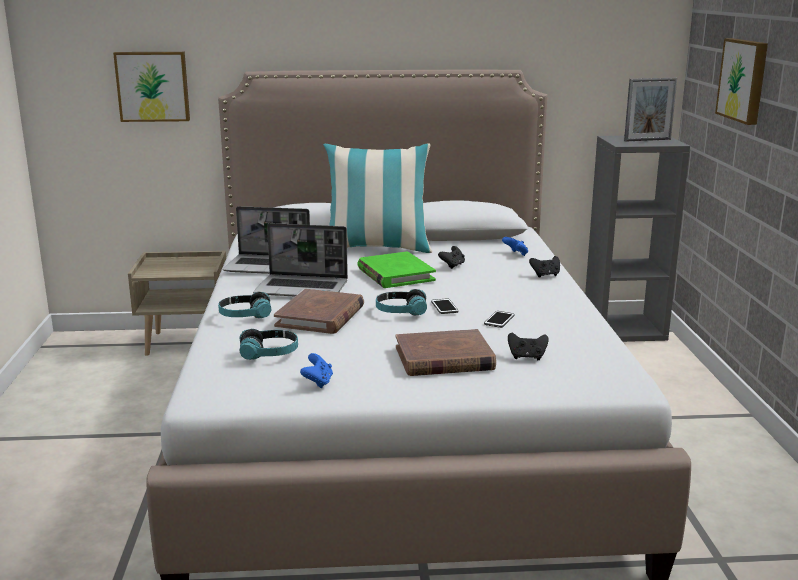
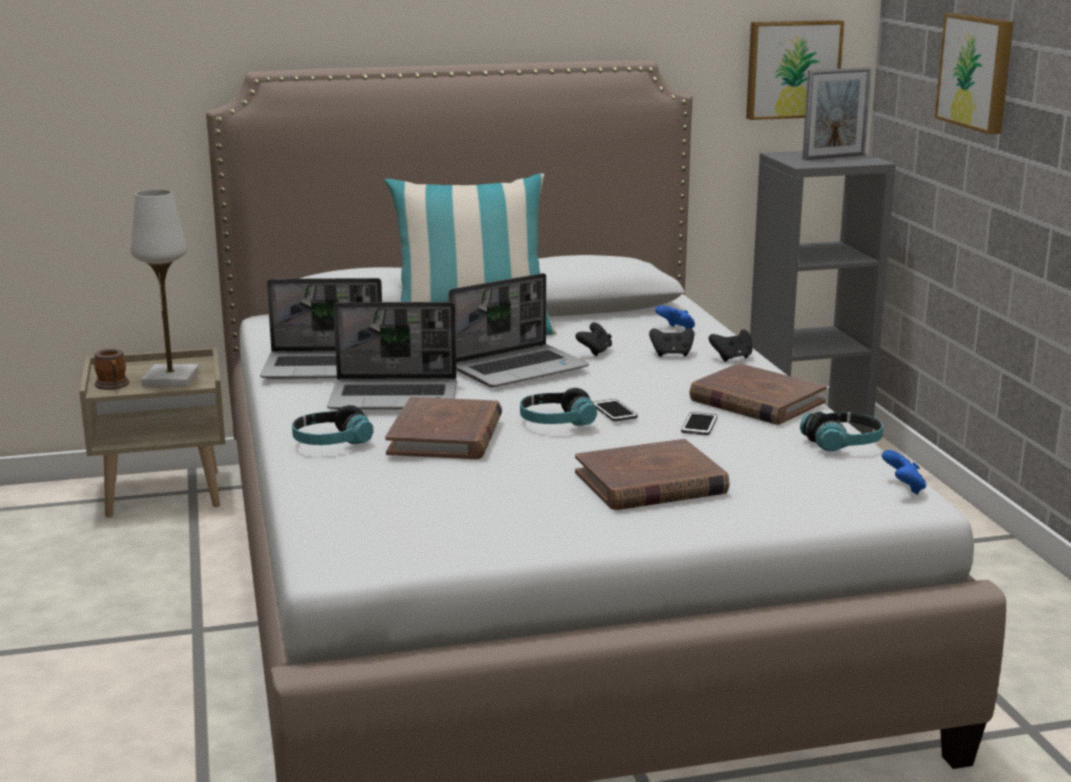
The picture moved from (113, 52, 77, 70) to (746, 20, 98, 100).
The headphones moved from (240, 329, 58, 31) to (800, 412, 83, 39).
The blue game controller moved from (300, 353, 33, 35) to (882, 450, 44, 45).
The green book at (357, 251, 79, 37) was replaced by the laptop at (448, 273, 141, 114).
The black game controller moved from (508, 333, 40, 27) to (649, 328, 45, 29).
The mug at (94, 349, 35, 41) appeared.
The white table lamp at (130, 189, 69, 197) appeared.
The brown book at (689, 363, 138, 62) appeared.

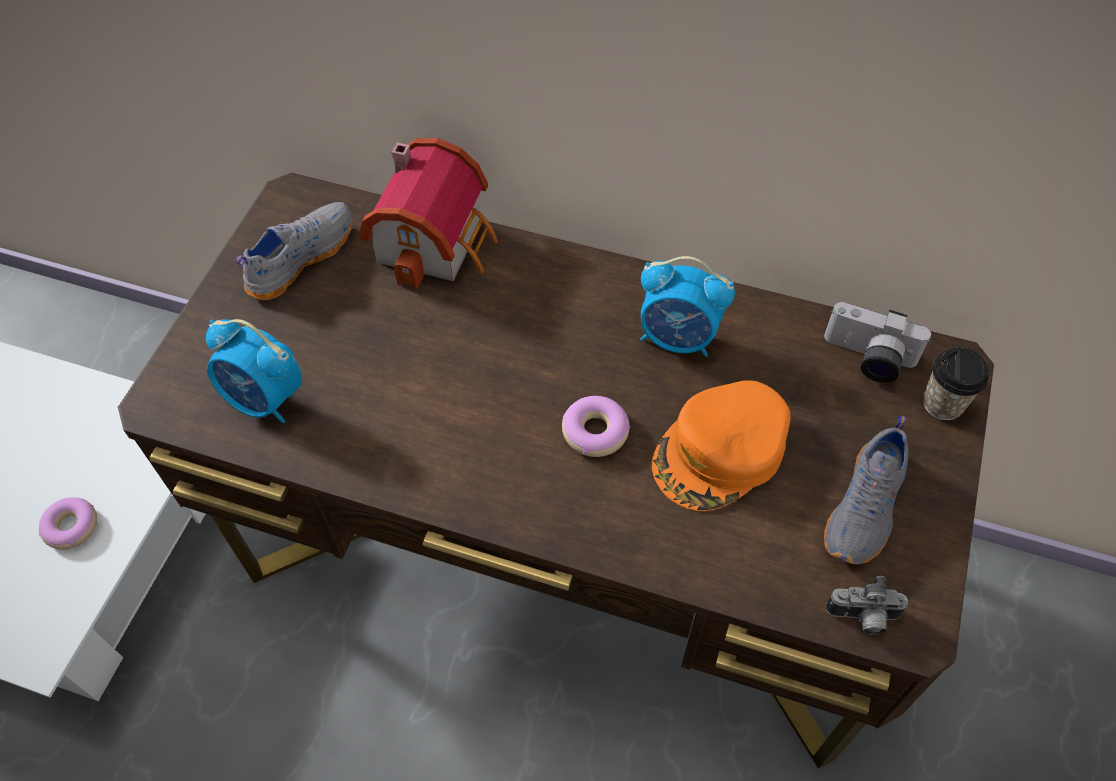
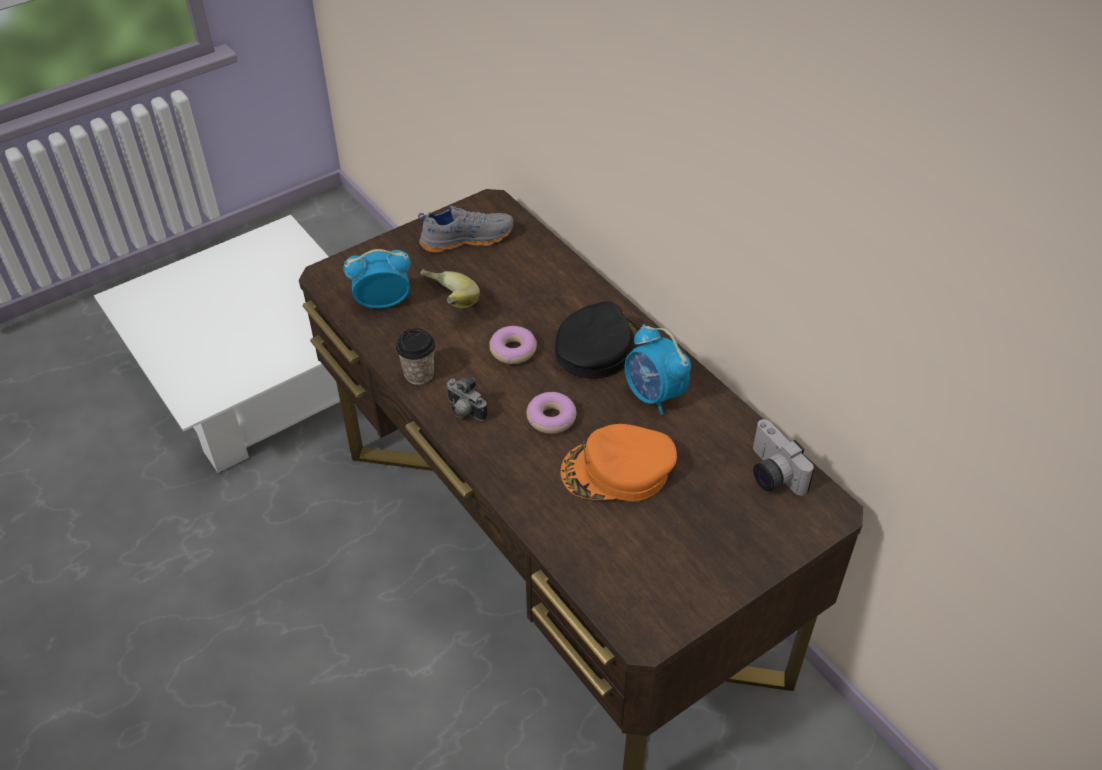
The donut moved from (39, 497, 58, 53) to (489, 326, 48, 38).
The alarm clock at (206, 319, 96, 104) turned 105 degrees clockwise.
The toy house at (358, 138, 140, 152) disappeared.
The grey shoe at (824, 415, 84, 149) disappeared.
The photo camera moved from (825, 576, 83, 59) to (446, 377, 42, 44).
The cup moved from (923, 348, 66, 72) to (396, 329, 39, 56).
The banana at (420, 269, 60, 39) appeared.
The black cap at (555, 301, 84, 77) appeared.

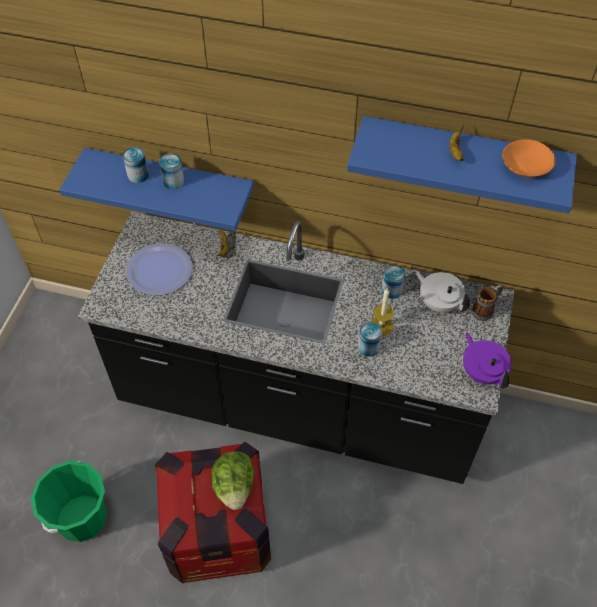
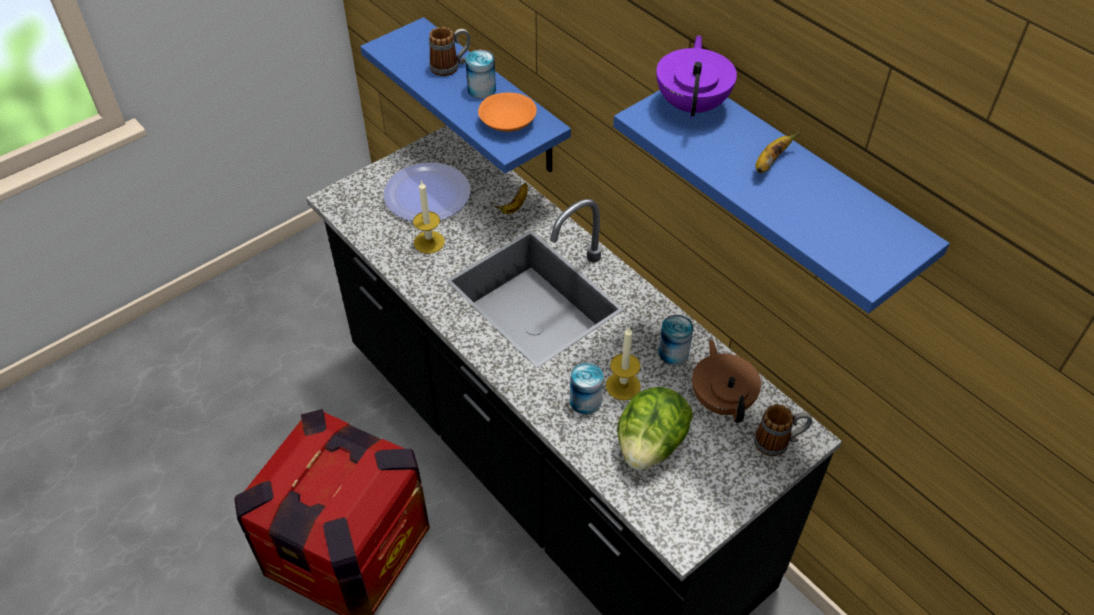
The green bucket at (31, 461, 76, 81) disappeared.
The can at (123, 147, 26, 36) was replaced by the mug at (429, 27, 42, 49).
The lettuce moved from (211, 451, 44, 59) to (617, 387, 76, 83).
The white teapot at (415, 271, 55, 42) became the brown teapot at (692, 339, 69, 84).
The purple teapot moved from (463, 332, 49, 56) to (656, 35, 81, 82).
The orange bowl moved from (502, 139, 54, 38) to (478, 93, 59, 39).
The candle at (413, 180, 32, 74) appeared.

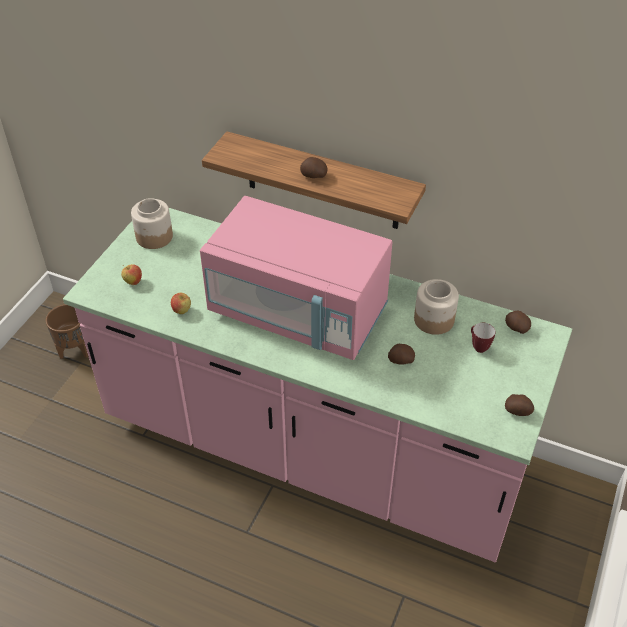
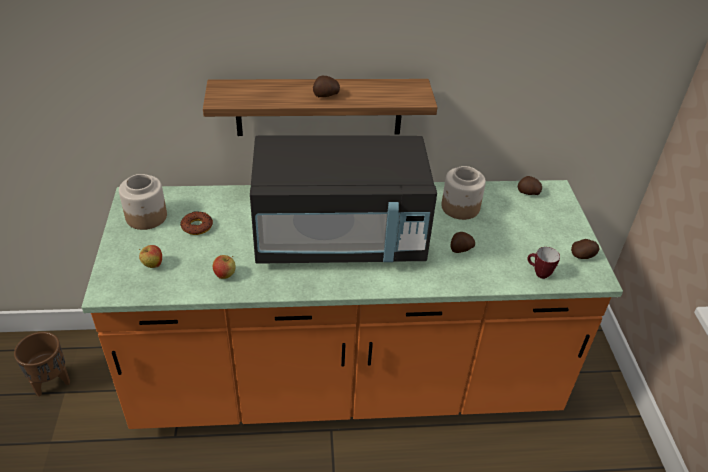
The pink counter at (63, 208, 509, 354) became the orange counter at (82, 180, 541, 249).
The pink microwave at (200, 196, 192, 164) became the black microwave at (250, 136, 187, 128).
The mug moved from (471, 323, 24, 30) to (528, 247, 32, 32).
The donut at (180, 211, 33, 24) appeared.

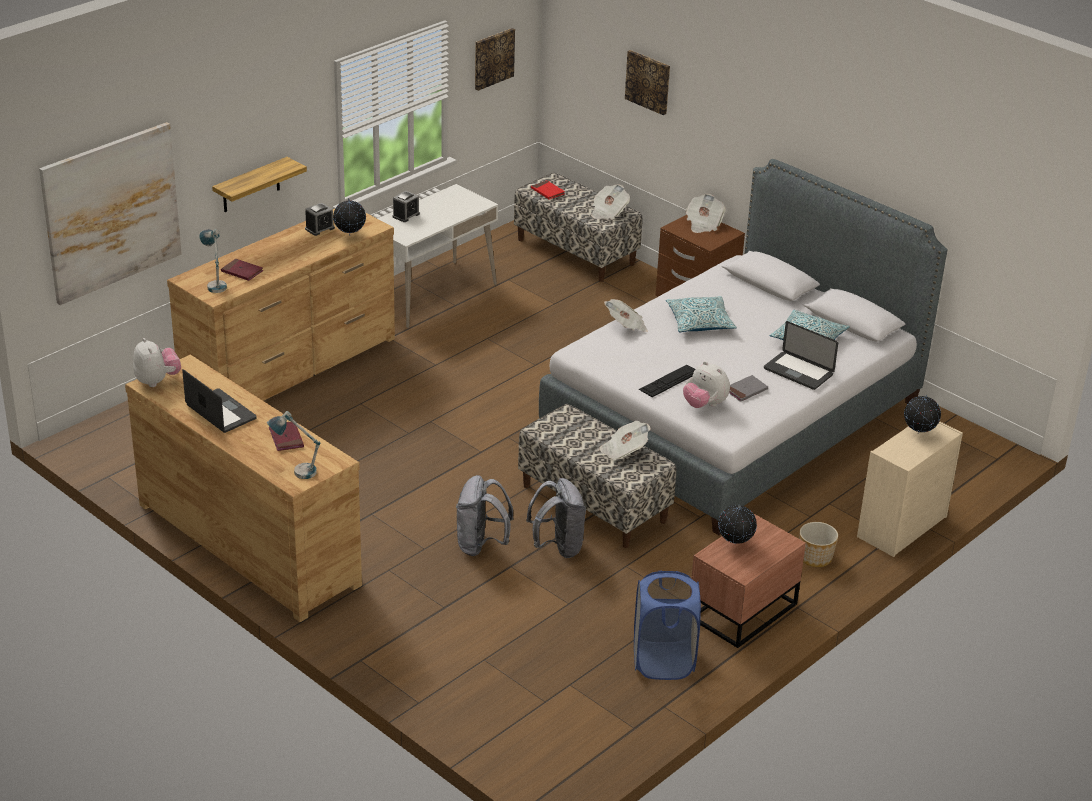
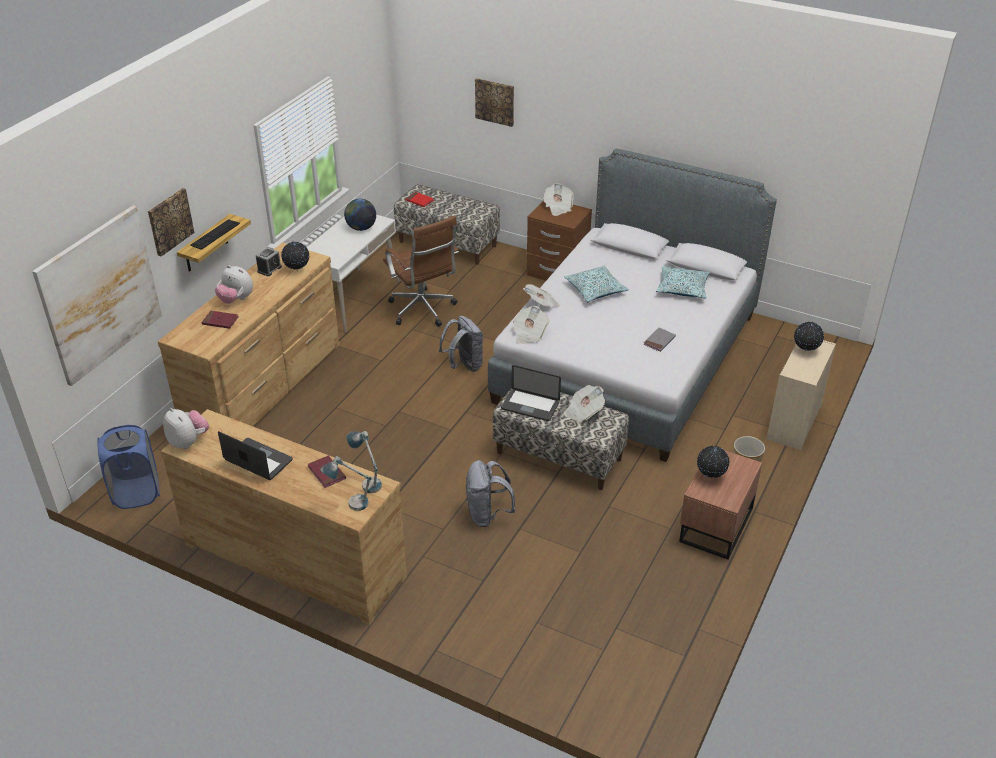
The table lamp moved from (200, 229, 27, 64) to (347, 431, 35, 62).
The alarm clock at (393, 191, 27, 31) disappeared.
The picture moved from (475, 28, 40, 63) to (148, 188, 46, 69).
The grey backpack moved from (526, 478, 60, 80) to (439, 316, 45, 56).
The newspaper moved from (591, 184, 39, 36) to (513, 306, 36, 38).
The blue laundry basket moved from (634, 571, 67, 109) to (97, 425, 63, 84).
The keyboard moved from (639, 365, 56, 32) to (190, 219, 50, 31).
The plush toy moved from (683, 361, 47, 47) to (215, 265, 38, 39).
The laptop moved from (764, 321, 74, 69) to (501, 365, 60, 56).
The globe at (344, 199, 32, 32) appeared.
The brown office chair at (383, 216, 76, 111) appeared.

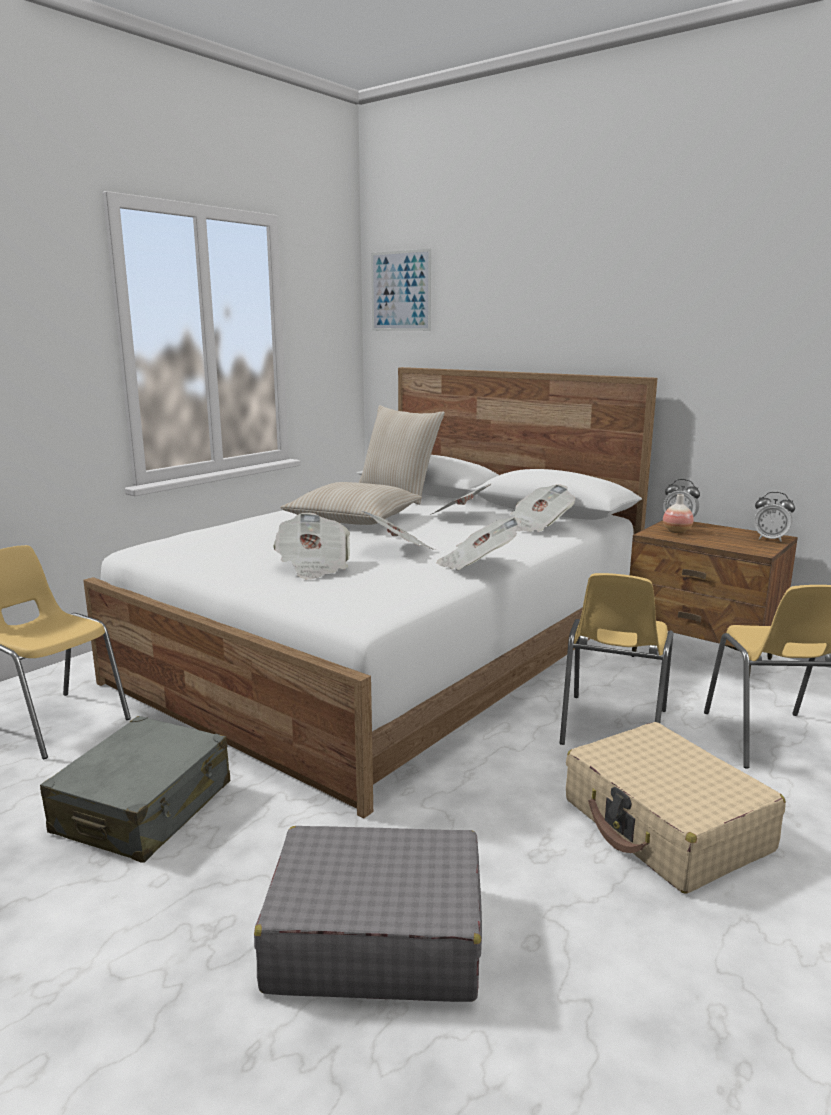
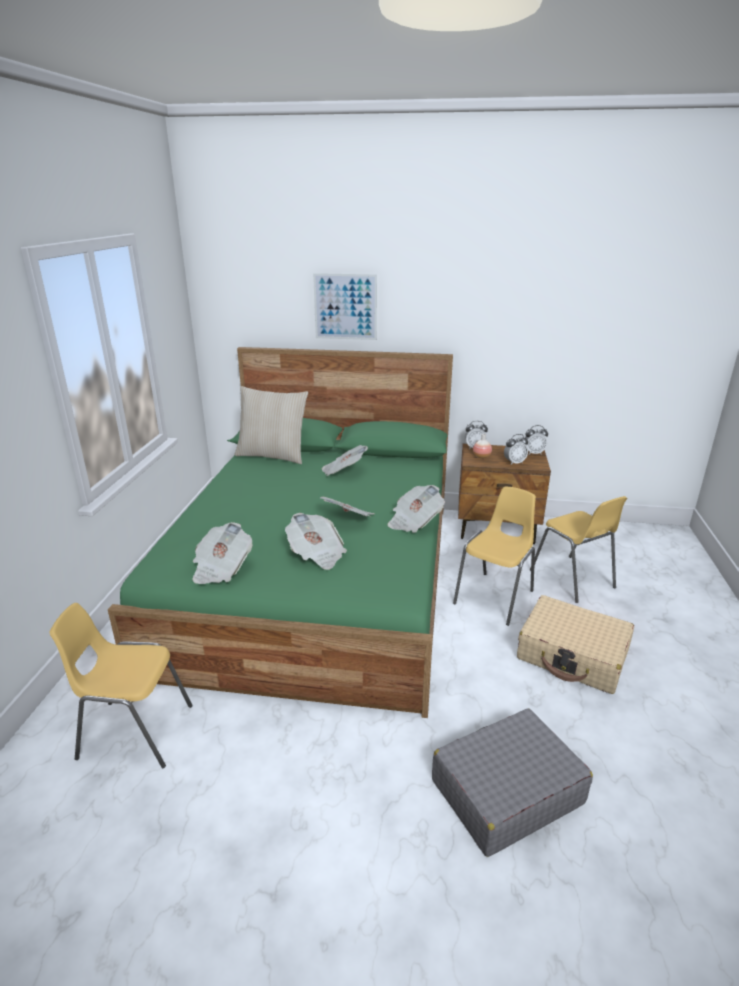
The grey suitcase at (40, 716, 190, 147) disappeared.
The white bed at (83, 367, 574, 451) became the green bed at (108, 347, 345, 371).
The beige pillow at (280, 482, 142, 43) disappeared.
The picture moved from (371, 249, 60, 82) to (313, 273, 64, 67).
The newspaper moved from (511, 484, 64, 48) to (192, 522, 60, 62).
The yellow chair at (560, 573, 113, 172) turned 135 degrees counterclockwise.
The alarm clock at (504, 434, 24, 31) appeared.

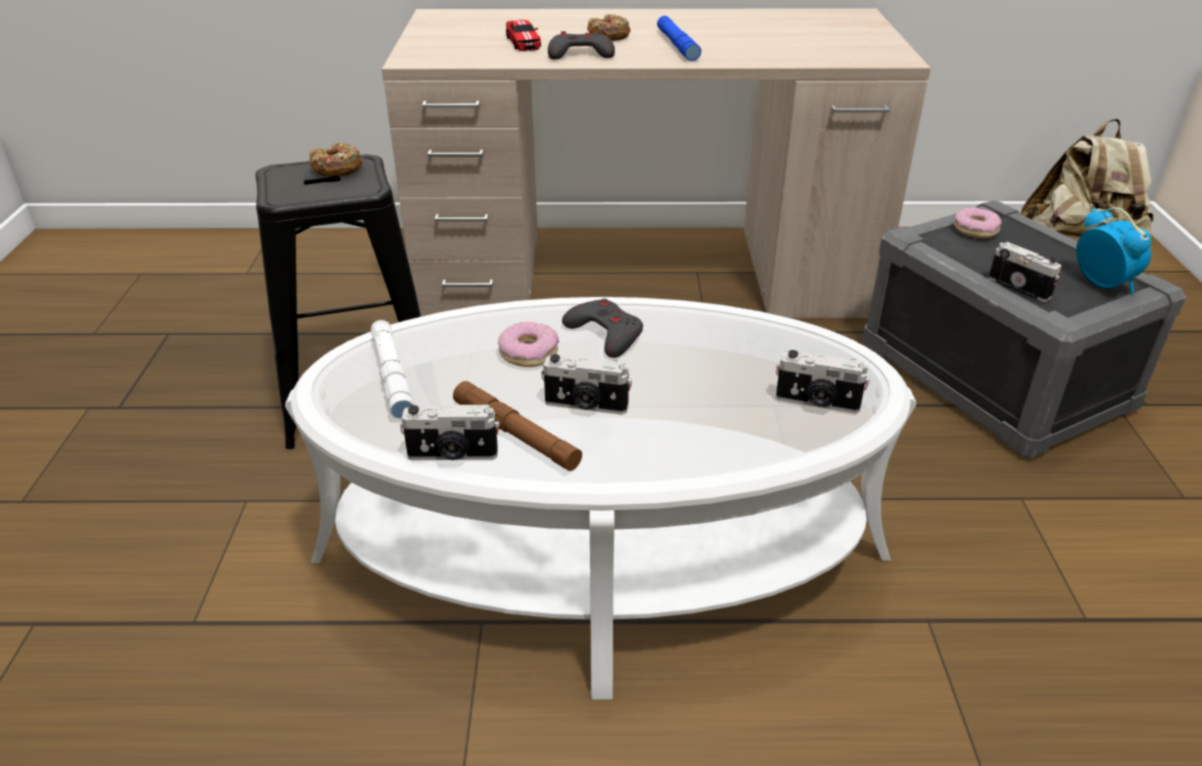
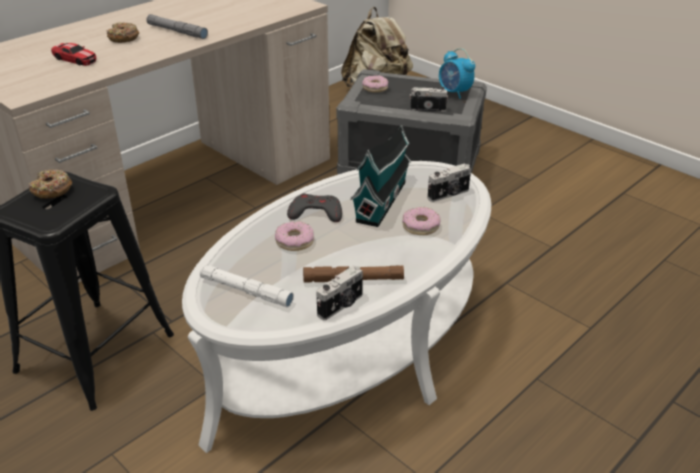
The photo camera at (541, 354, 91, 60) disappeared.
The grey game controller at (548, 31, 67, 28) disappeared.
The blue flashlight at (657, 16, 44, 45) became the grey flashlight at (146, 14, 62, 25).
The alarm clock at (1076, 207, 75, 87) turned 150 degrees counterclockwise.
The toy house at (350, 125, 62, 102) appeared.
The donut at (402, 207, 38, 28) appeared.

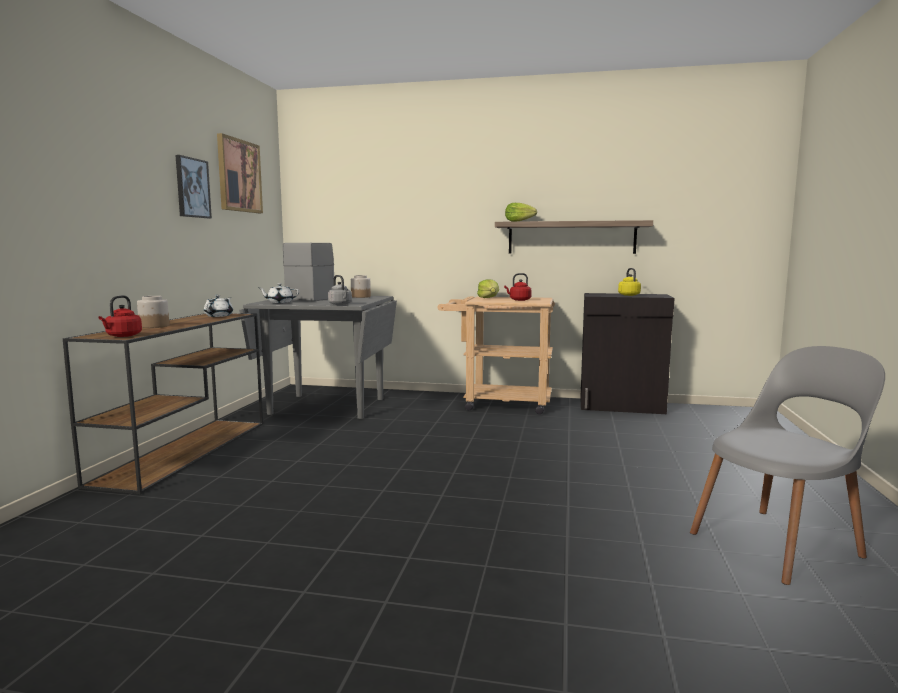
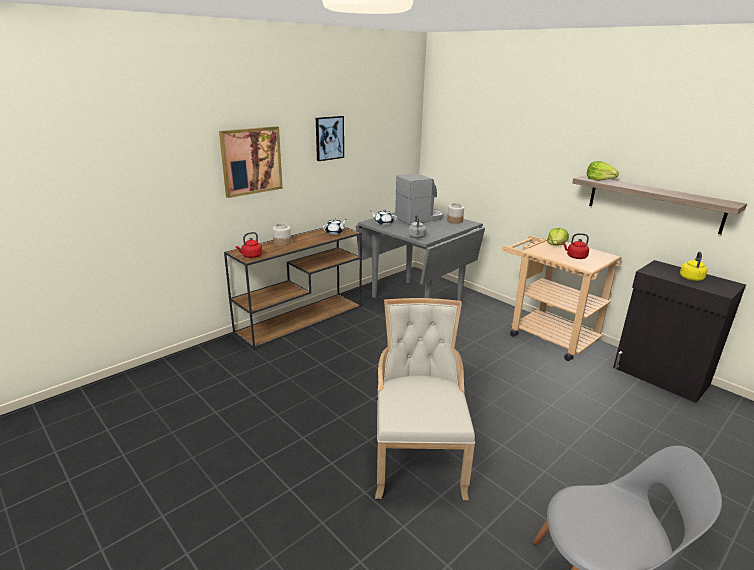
The picture moved from (217, 133, 46, 80) to (219, 126, 64, 72).
The beige chair at (375, 298, 100, 202) appeared.

